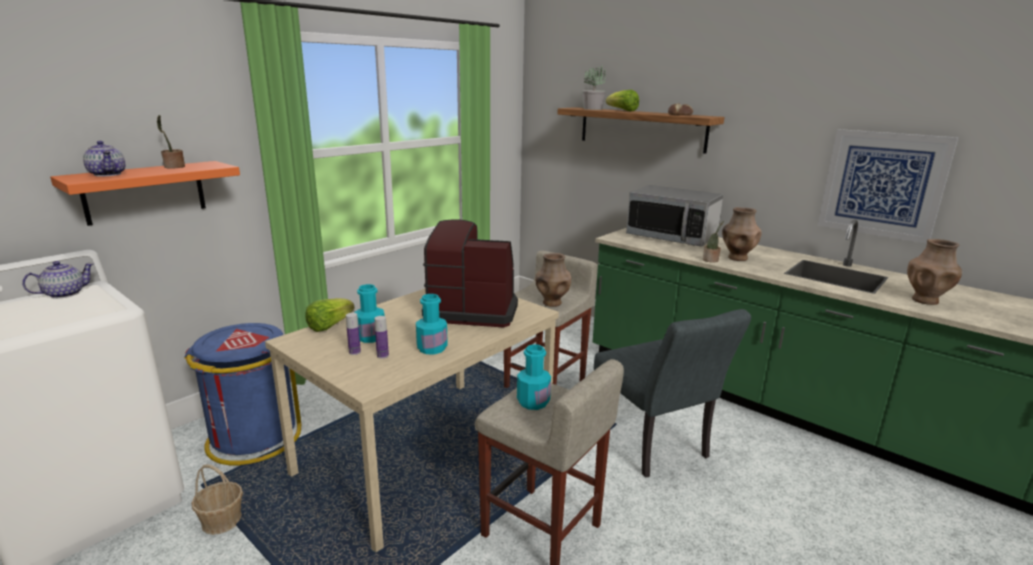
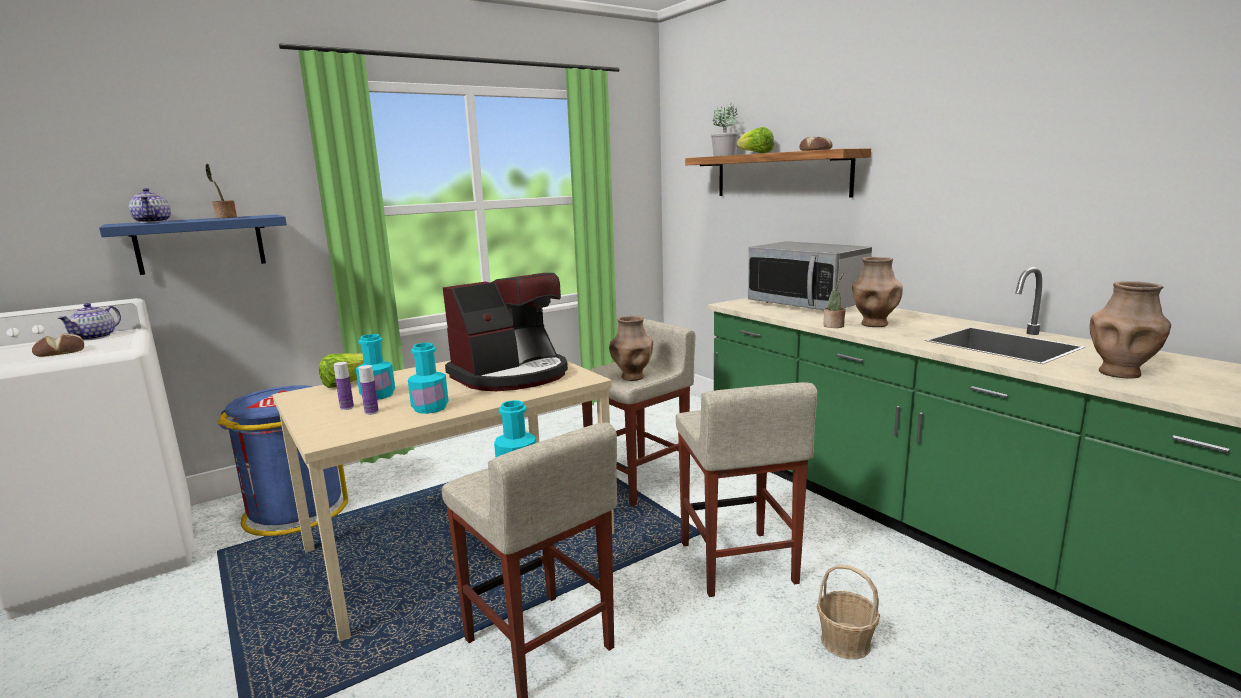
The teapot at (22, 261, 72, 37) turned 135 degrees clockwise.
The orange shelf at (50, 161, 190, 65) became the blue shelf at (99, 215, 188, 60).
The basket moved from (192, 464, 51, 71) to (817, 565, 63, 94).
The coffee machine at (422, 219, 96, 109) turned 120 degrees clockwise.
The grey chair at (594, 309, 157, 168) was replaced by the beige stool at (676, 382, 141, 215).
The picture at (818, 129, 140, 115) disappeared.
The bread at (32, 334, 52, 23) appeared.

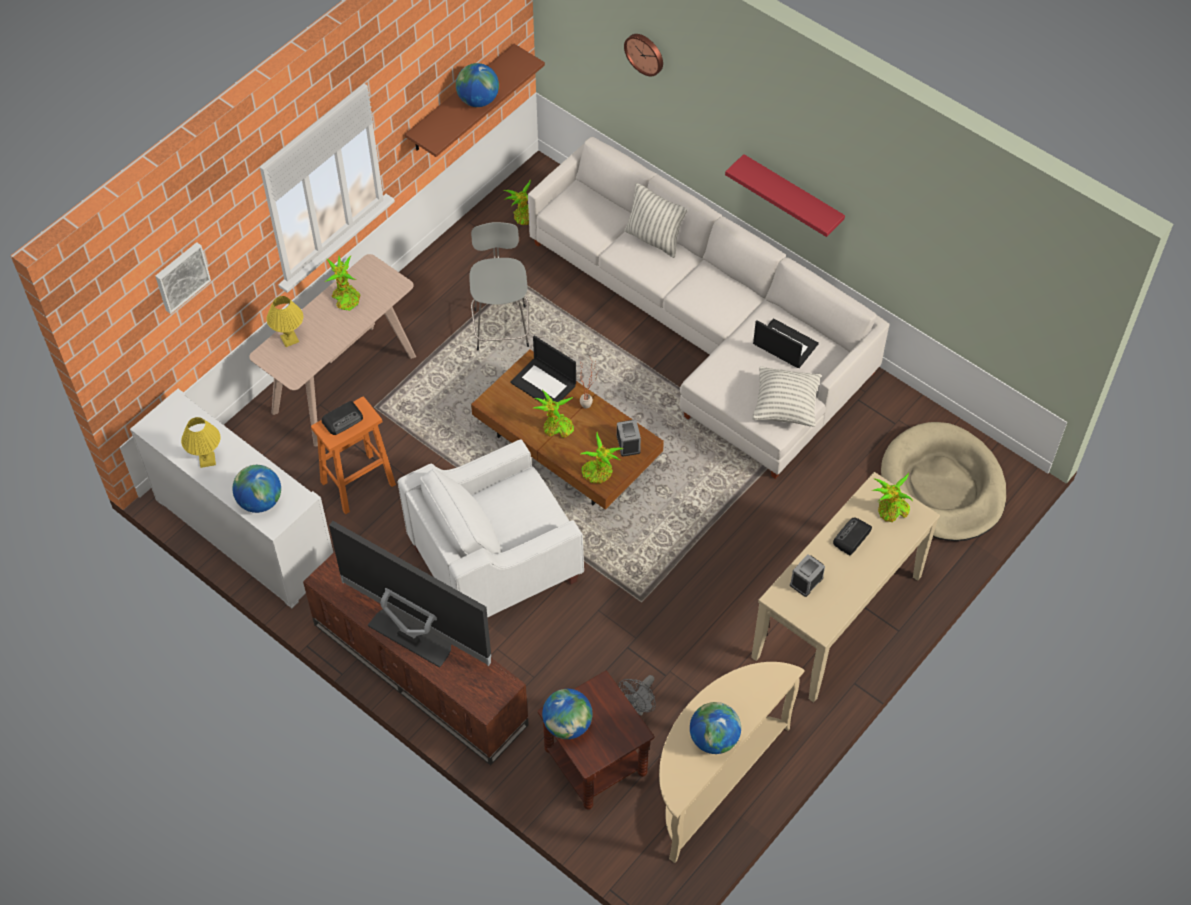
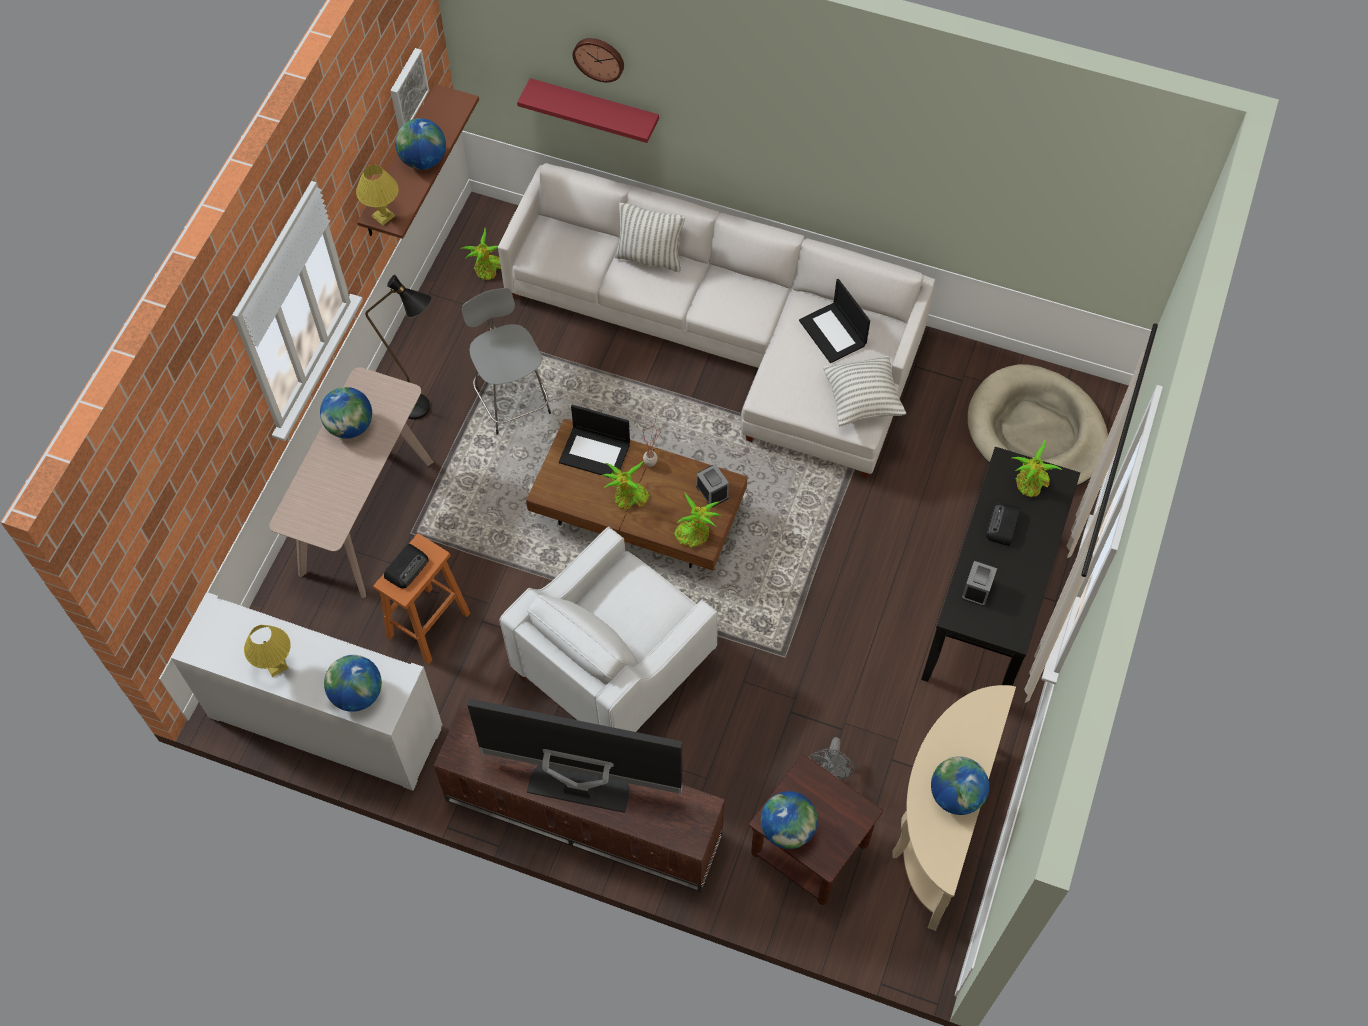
The picture moved from (155, 242, 56, 72) to (390, 48, 39, 81).
The yellow table lamp moved from (266, 296, 37, 51) to (356, 165, 43, 60).
The potted plant at (325, 256, 36, 55) was replaced by the globe at (320, 387, 52, 52).
The red shelf moved from (725, 154, 120, 83) to (517, 78, 142, 65).
The beige console table at (751, 472, 189, 230) became the black console table at (921, 447, 159, 239).
The laptop at (753, 318, 66, 50) turned 135 degrees counterclockwise.
The black floor lamp at (365, 274, 66, 145) appeared.

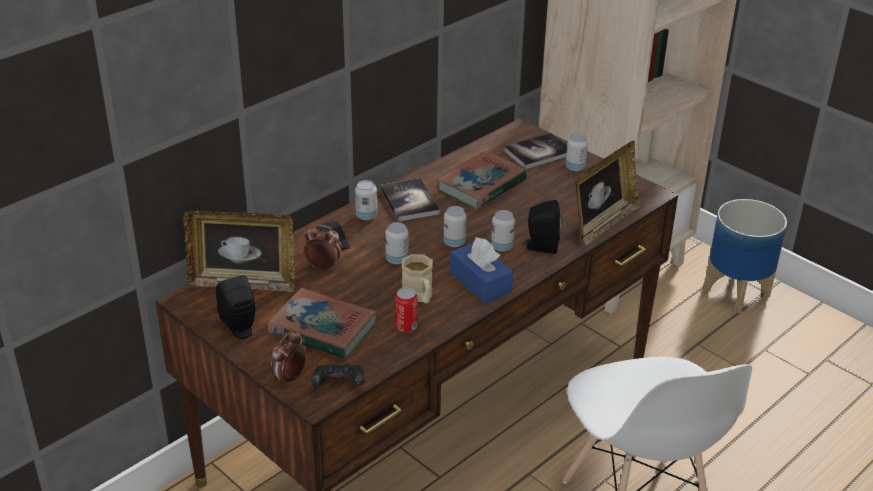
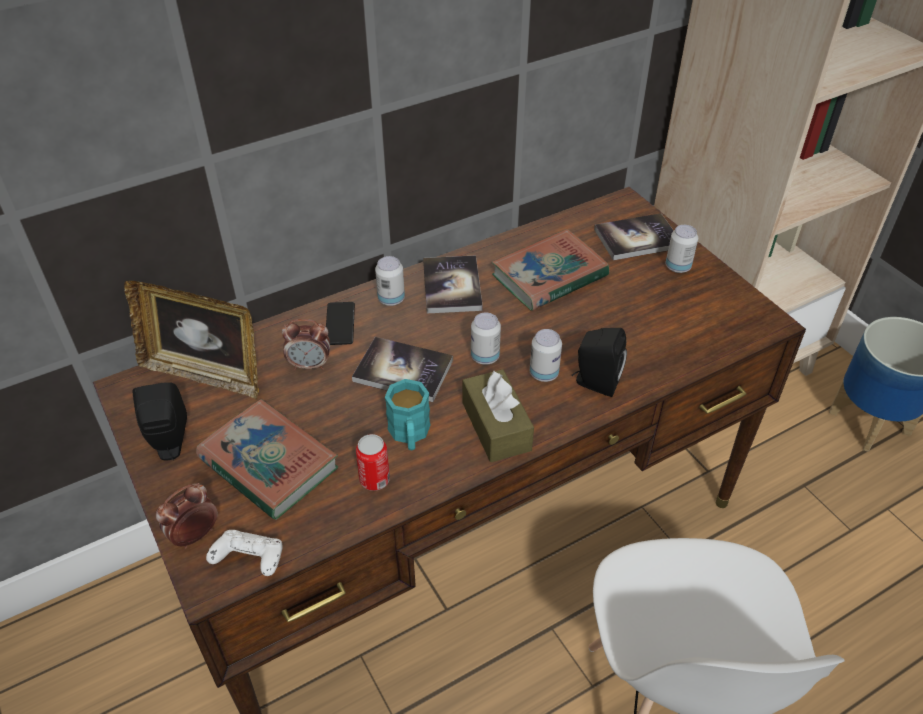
The alarm clock at (305, 225, 37, 45) turned 150 degrees clockwise.
The black game controller at (311, 363, 54, 23) became the white game controller at (206, 530, 77, 46).
The can at (385, 222, 23, 42) was replaced by the book at (352, 337, 101, 65).
The beige mug at (402, 254, 31, 50) became the turquoise mug at (385, 379, 46, 71).
The blue tissue box at (450, 237, 63, 67) became the brown tissue box at (463, 369, 71, 93).
The picture frame at (575, 141, 66, 105) disappeared.

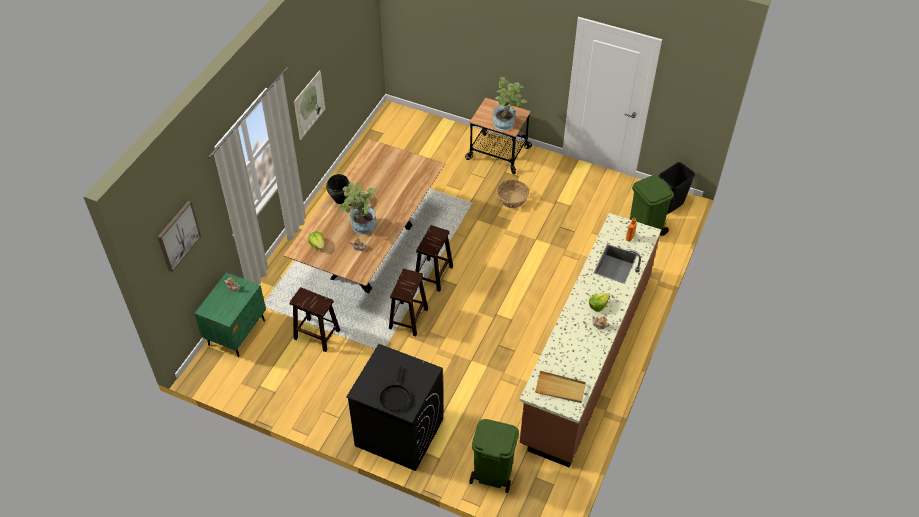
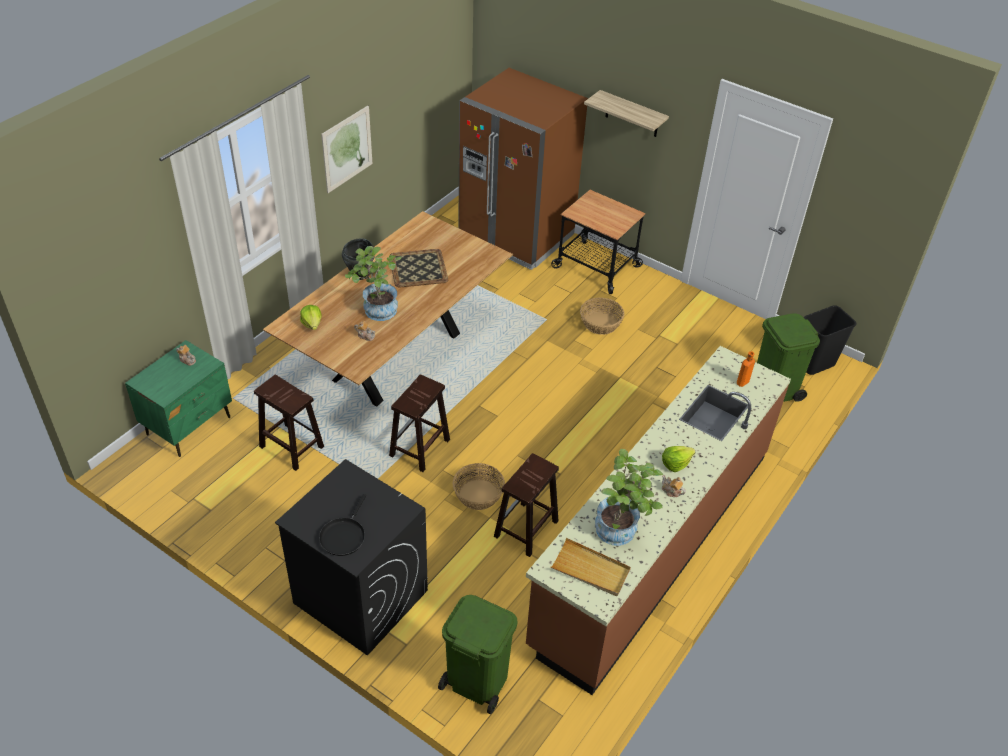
The picture at (158, 201, 43, 71) disappeared.
The brown stool moved from (415, 225, 38, 67) to (494, 453, 65, 104).
The potted plant moved from (493, 77, 34, 54) to (595, 449, 68, 97).
The tray at (389, 249, 59, 38) appeared.
The basket at (453, 463, 52, 47) appeared.
The brown fridge at (458, 68, 130, 202) appeared.
The shelf at (584, 90, 85, 47) appeared.

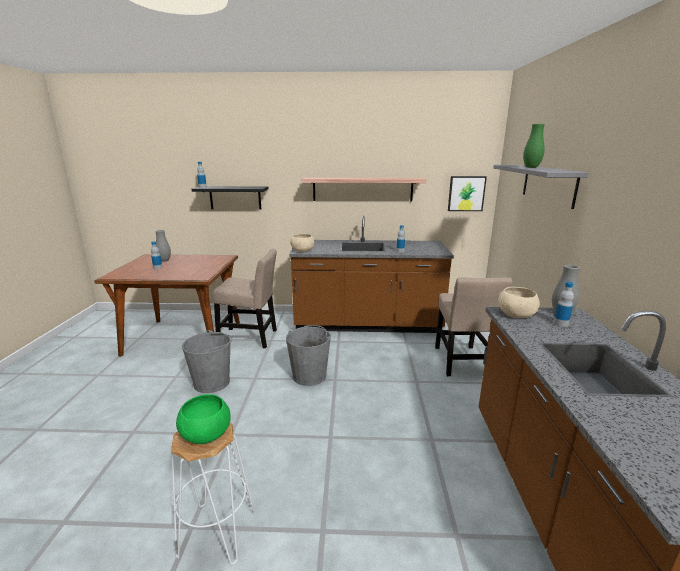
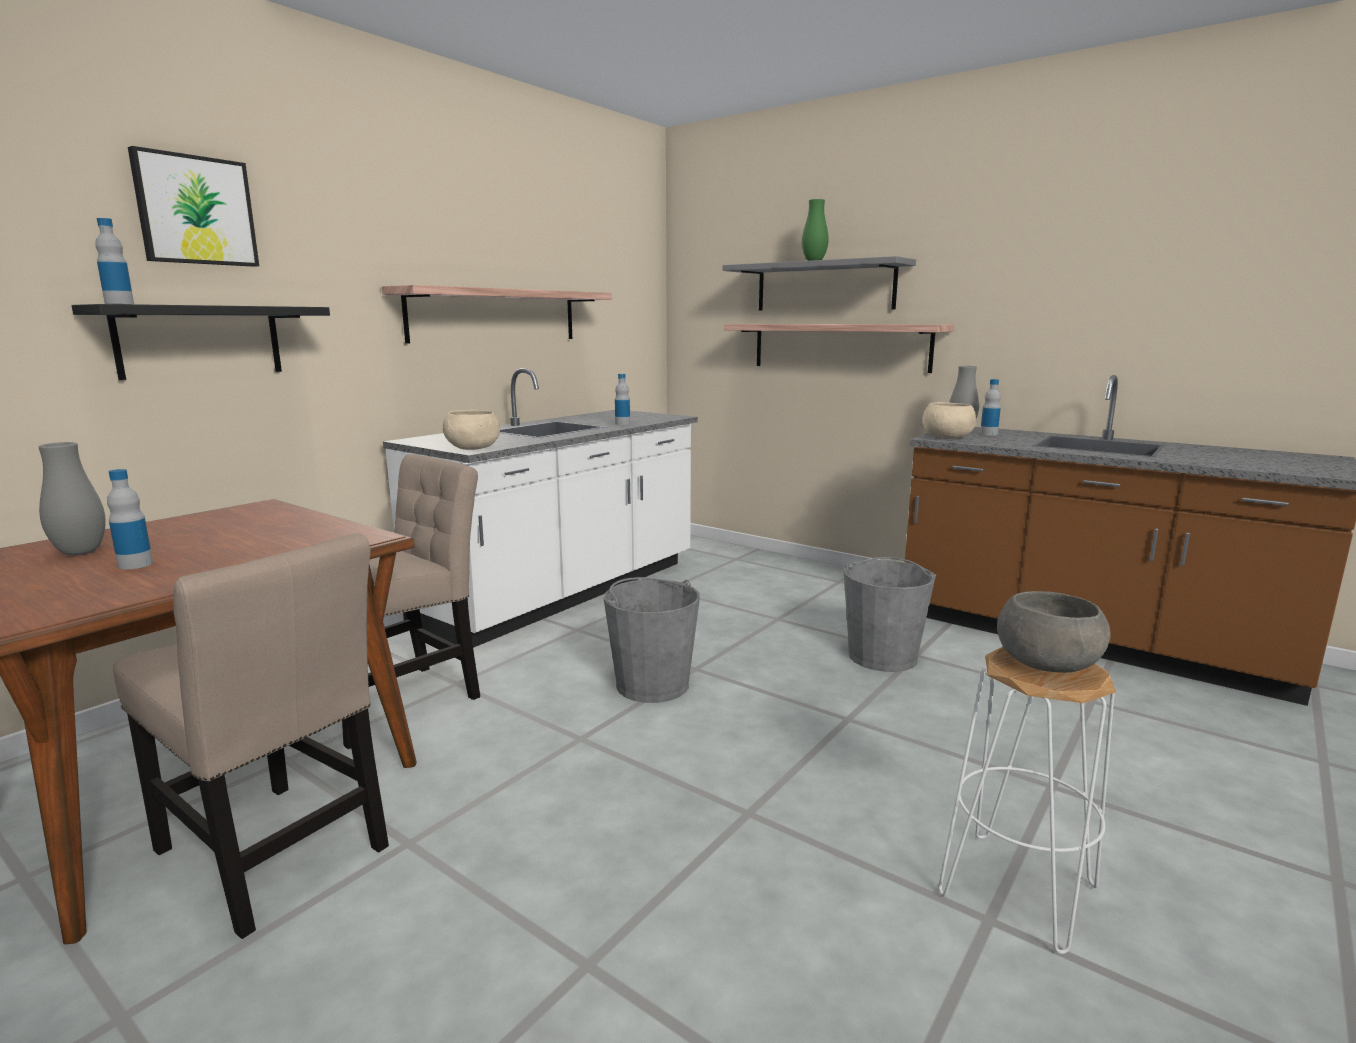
The green bowl at (176, 394, 55, 50) became the grey bowl at (997, 591, 113, 82).
The grey bucket moved from (182, 330, 50, 63) to (844, 557, 92, 115).
The brown counter at (289, 216, 165, 117) became the white counter at (383, 368, 315, 280).
The beige chair moved from (435, 277, 77, 99) to (113, 533, 276, 406).
The picture moved from (448, 176, 39, 35) to (128, 146, 131, 121).
The shelf at (724, 324, 230, 49) appeared.

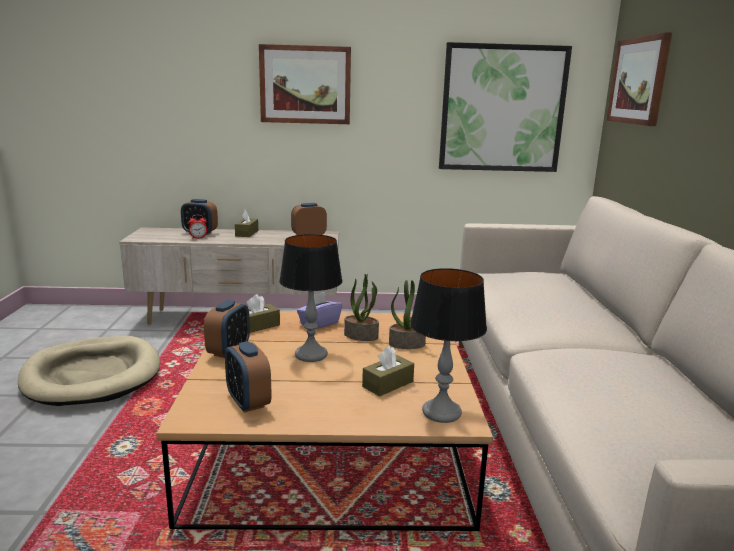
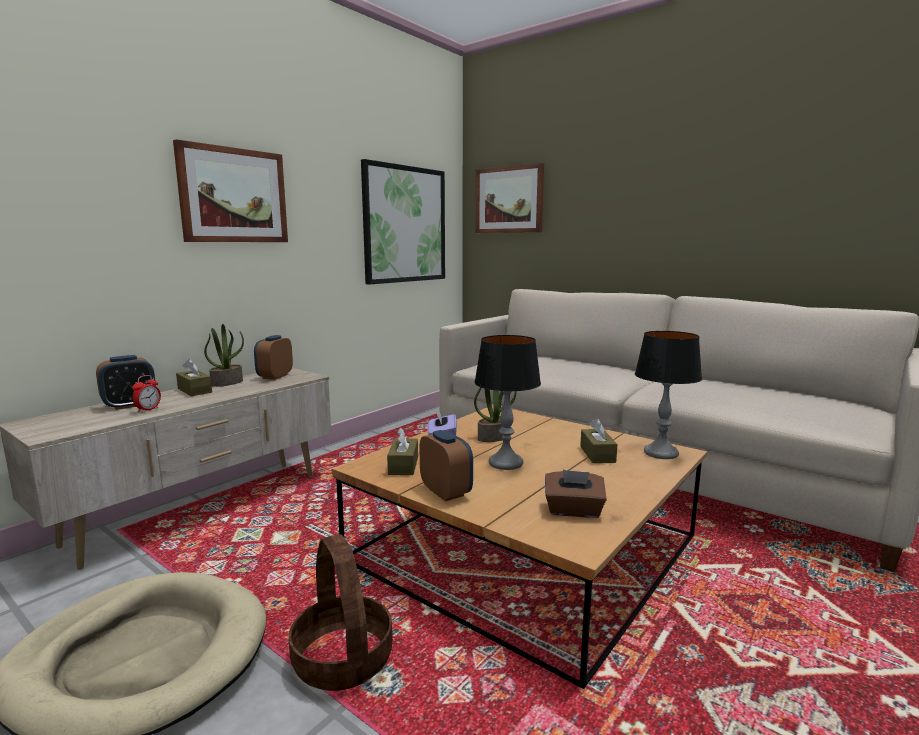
The alarm clock at (225, 341, 47, 72) was replaced by the brown tissue box at (545, 470, 62, 48).
The potted plant moved from (389, 280, 37, 69) to (204, 324, 40, 63).
The basket at (289, 534, 104, 157) appeared.

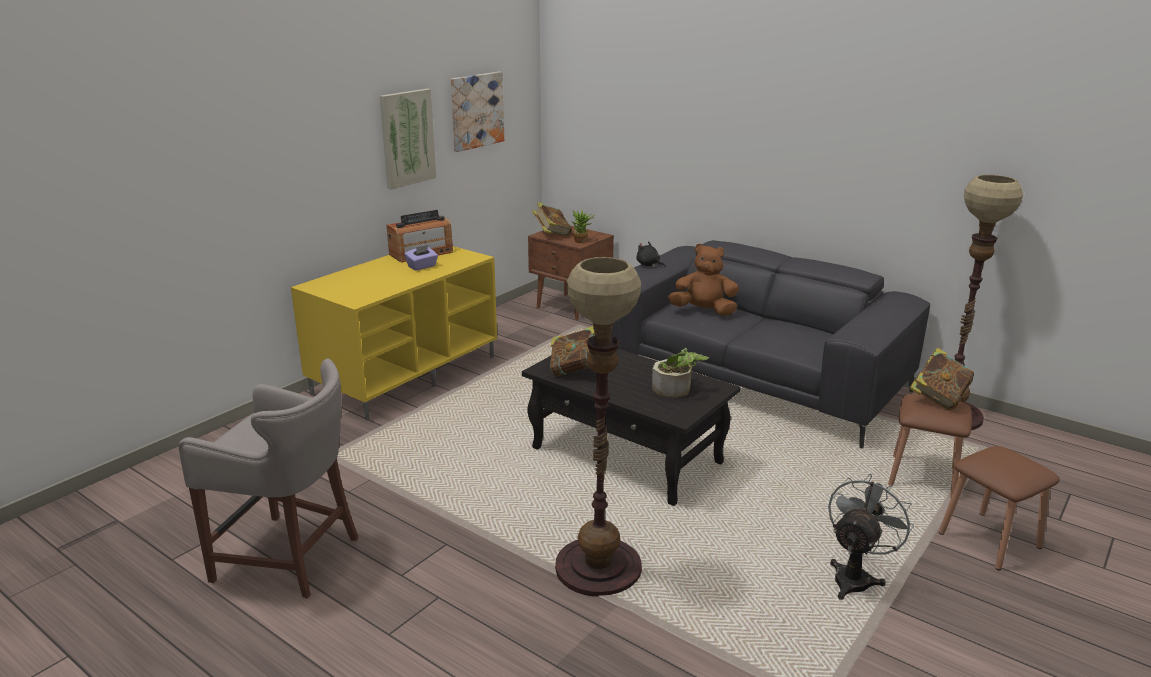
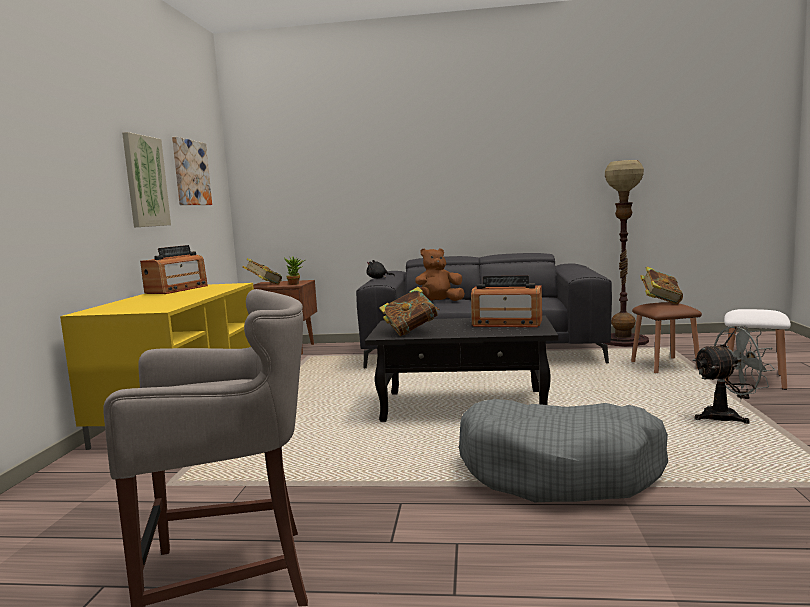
The purple tissue box at (404, 245, 34, 25) disappeared.
The floor lamp at (555, 257, 87, 340) was replaced by the grey dog bed at (459, 399, 209, 103).
The potted plant at (652, 348, 57, 50) was replaced by the radio at (471, 275, 71, 52).
The grey fan at (828, 474, 86, 126) turned 75 degrees clockwise.
The brown stool at (939, 446, 121, 125) became the white stool at (724, 309, 67, 81).

